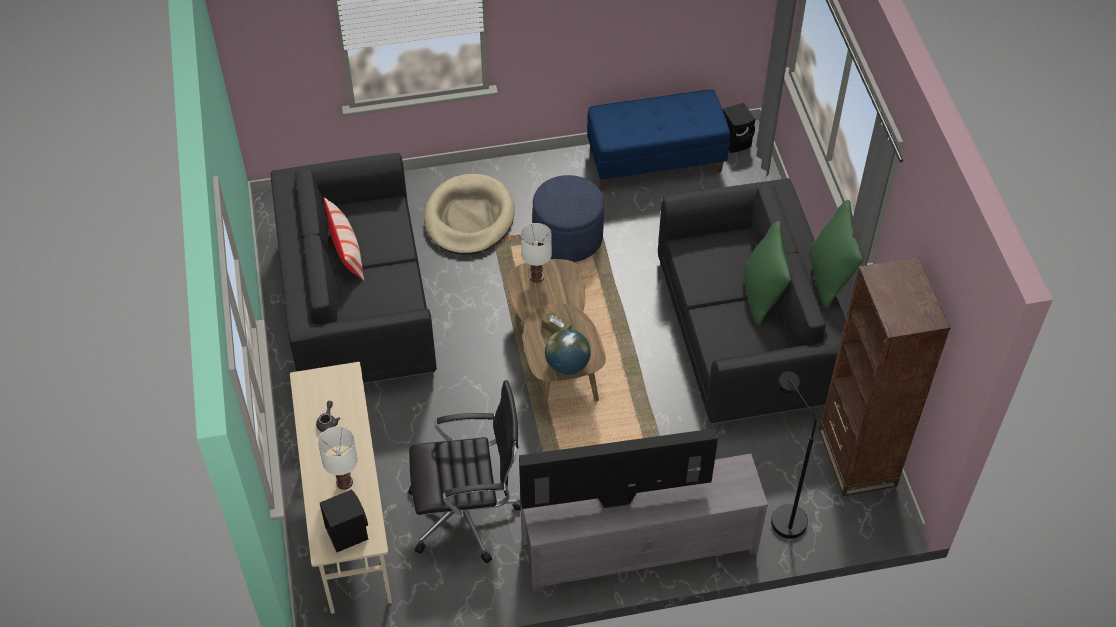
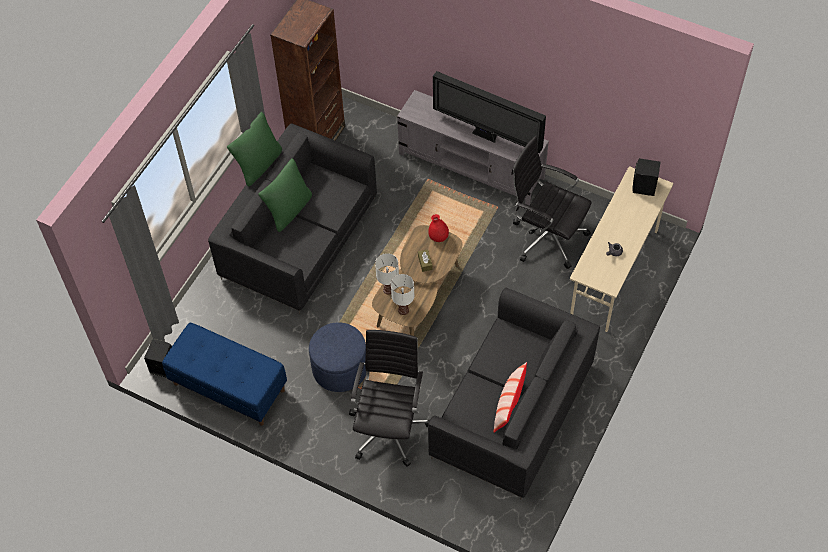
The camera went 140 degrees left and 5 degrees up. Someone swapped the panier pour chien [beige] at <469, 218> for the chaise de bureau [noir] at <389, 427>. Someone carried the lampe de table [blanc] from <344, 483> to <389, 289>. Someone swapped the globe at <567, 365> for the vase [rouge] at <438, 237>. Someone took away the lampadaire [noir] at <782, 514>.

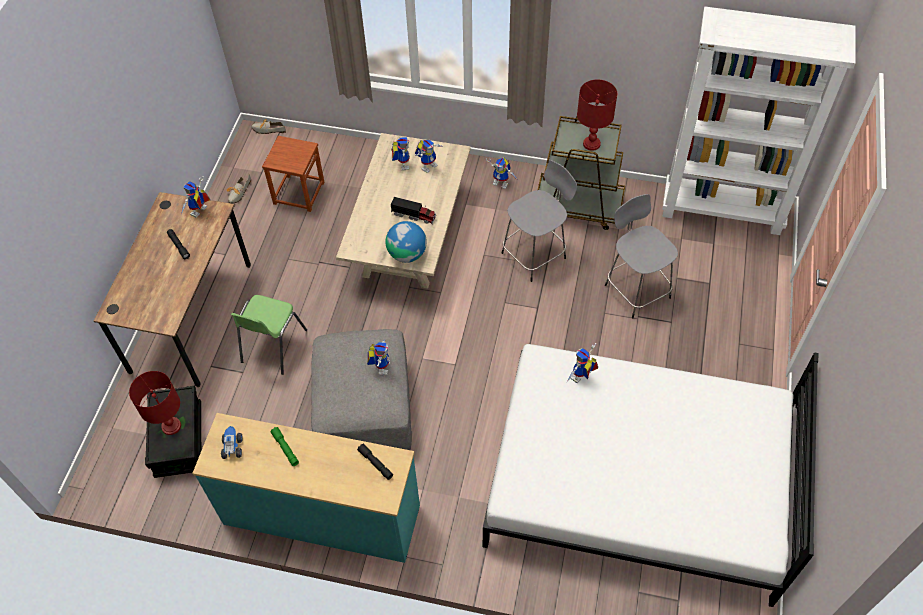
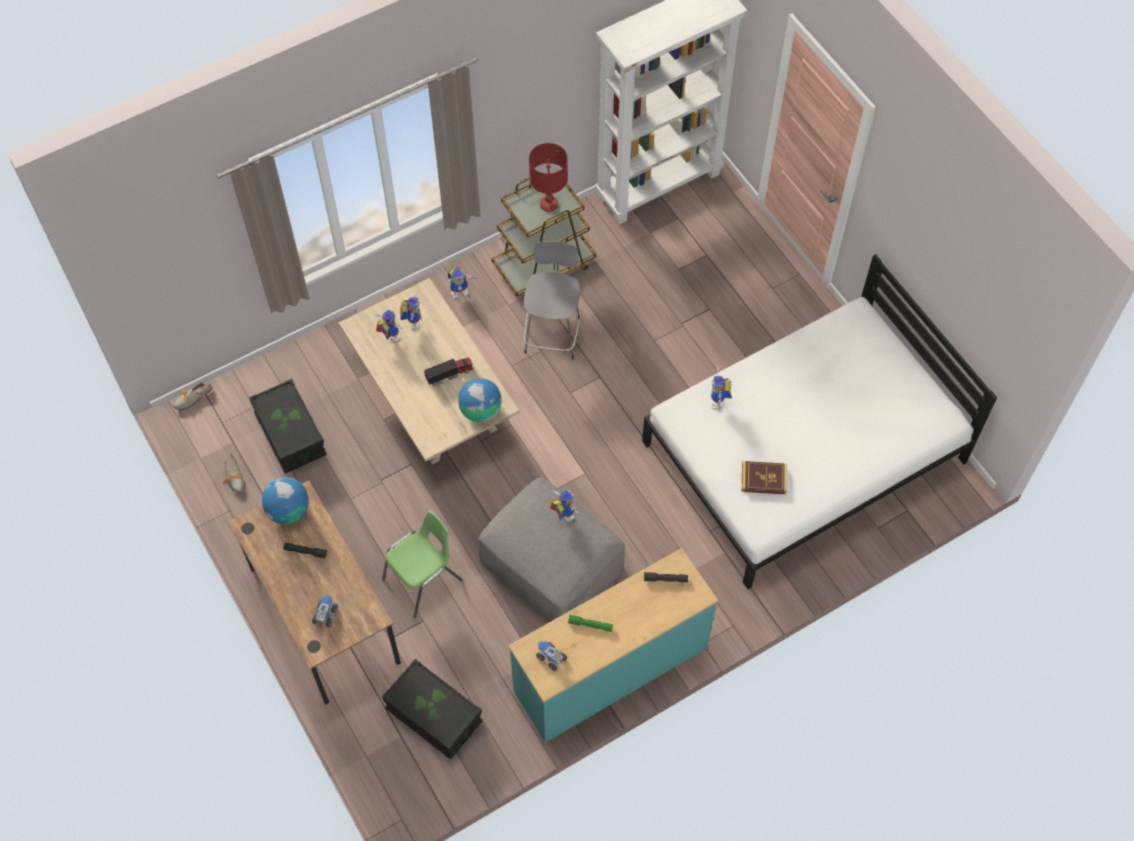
The camera went 45 degrees left and 5 degrees up. Someone swapped the tabouret [marron] at <298, 193> for the boîte de rangement [noir] at <290, 435>. Someone swapped the robot jouet at <200, 213> for the globe at <288, 510>. Someone put down the camion jouet at <325, 615>. Someone rotated the chaise [vert] at <273, 346> by 105 degrees counterclockwise. Someone put down the livre at <763, 479>. Someone took away the lampe de table [rouge] at <171, 426>. Someone took away the tabouret [gris] at <636, 289>.

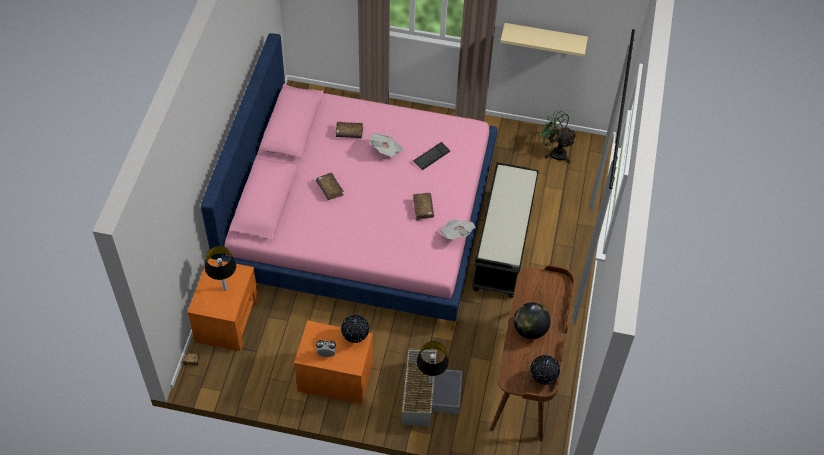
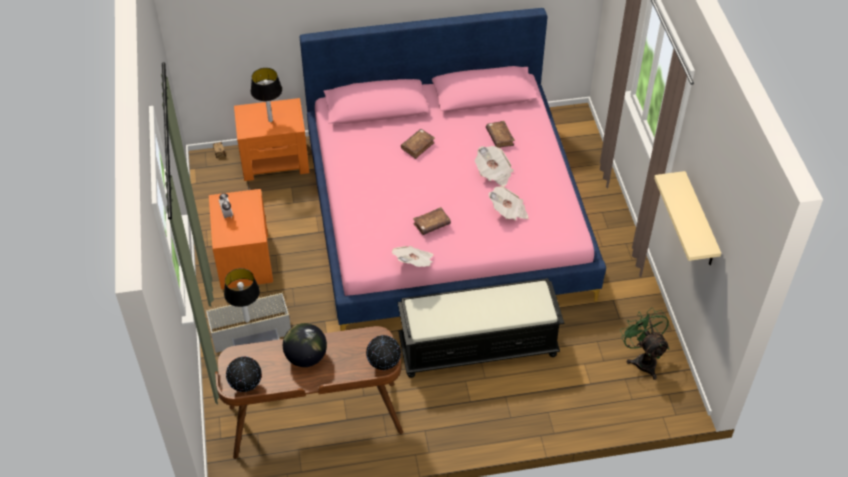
The camera went 70 degrees right and 5 degrees down. Someone carried the globe from <355, 337> to <384, 365>. Someone swapped the clavier at <431, 156> for the journal at <508, 212>. Someone rotated the ventilateur [vert] at <555, 152> by 45 degrees counterclockwise.

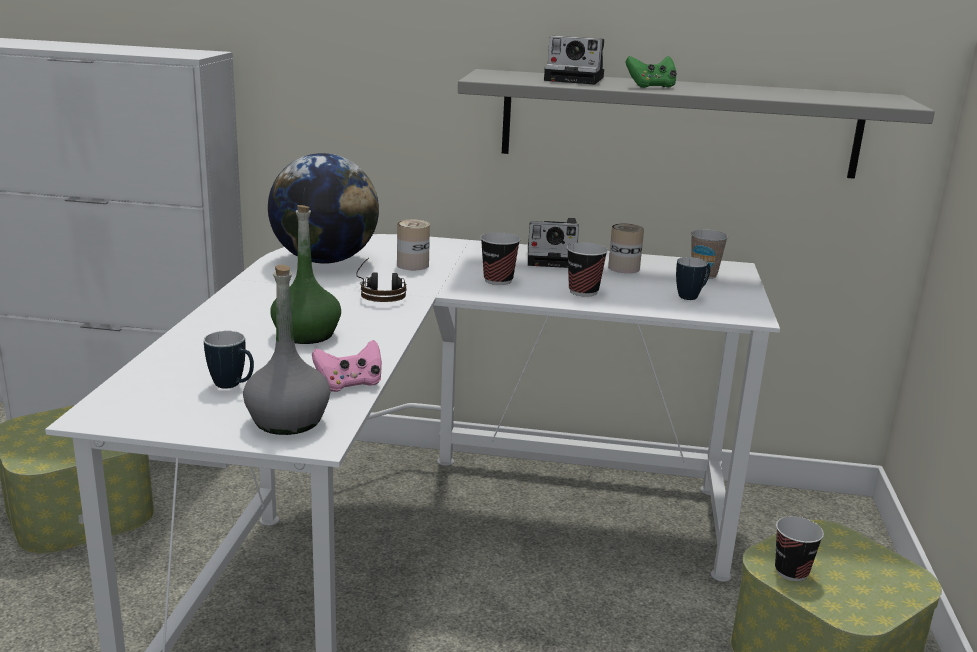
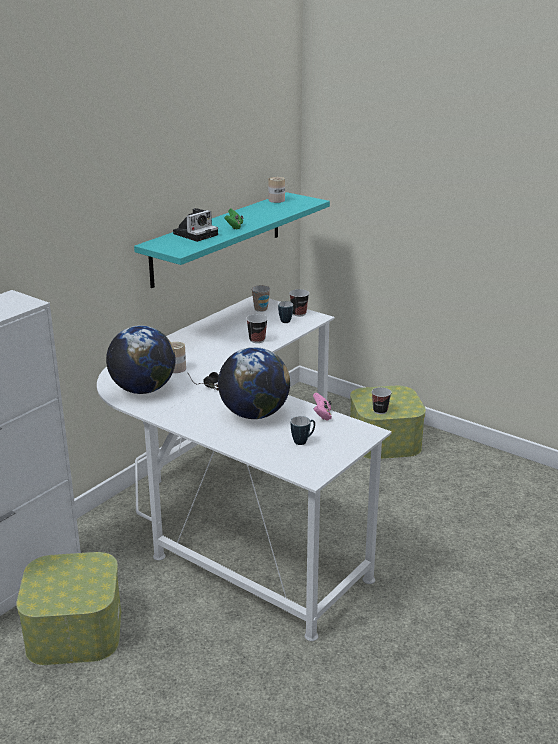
The camera went 60 degrees left and 5 degrees up. Someone repainted the étagère [gris] at <679, 124>, which became the étagère [turquoise] at <217, 238>. Someone swapped the bouteille [vert] at <306, 334> for the globe at <254, 414>. Someone carried the boîte métallique from <623, 268> to <276, 200>. Someone carried the tasse from <498, 280> to <299, 313>. Someone took away the bouteille [gris] at <288, 420>. Someone took away the appareil photo at <554, 257>.

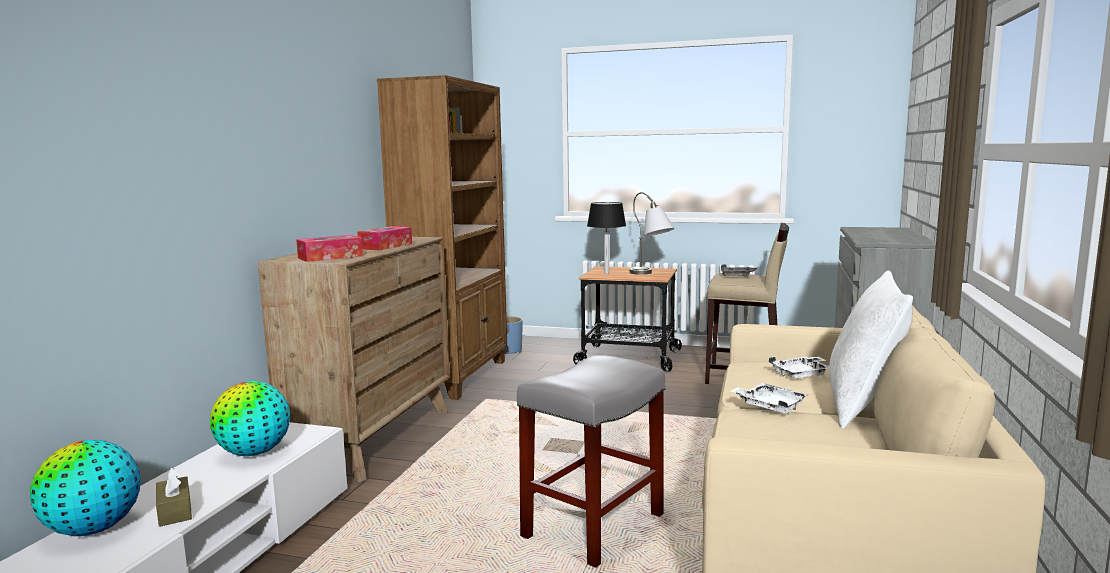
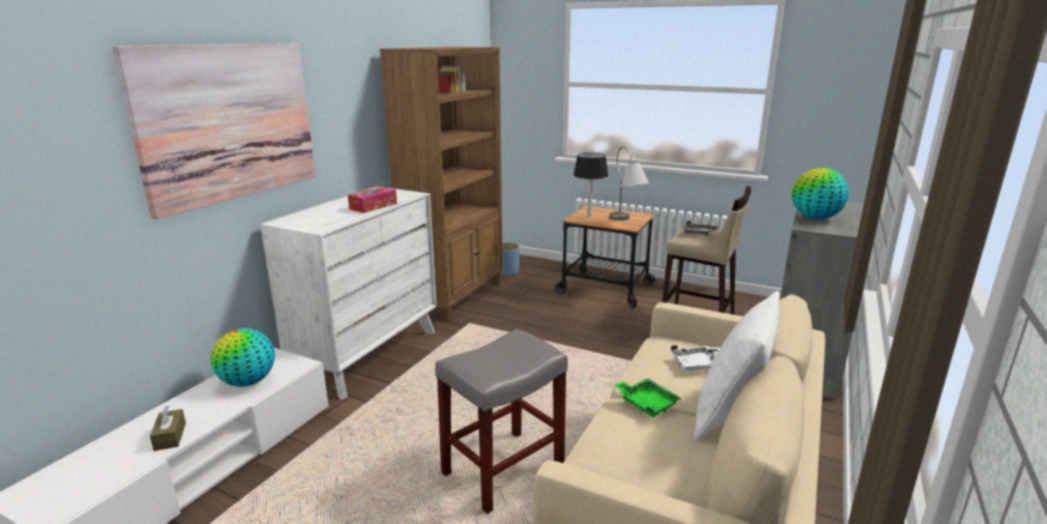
The camera went 10 degrees right and 10 degrees up. Someone put up the tableau at <229, 122>. Someone repainted the commode [marron] at <373, 437>, which became the commode [blanc] at <367, 354>. Someone repainted the plateau [blanc] at <770, 406>, which became the plateau [vert] at <646, 403>. Someone carried the globe from <93, 530> to <815, 218>. Someone took away the boîte à mouchoirs at <330, 257>.

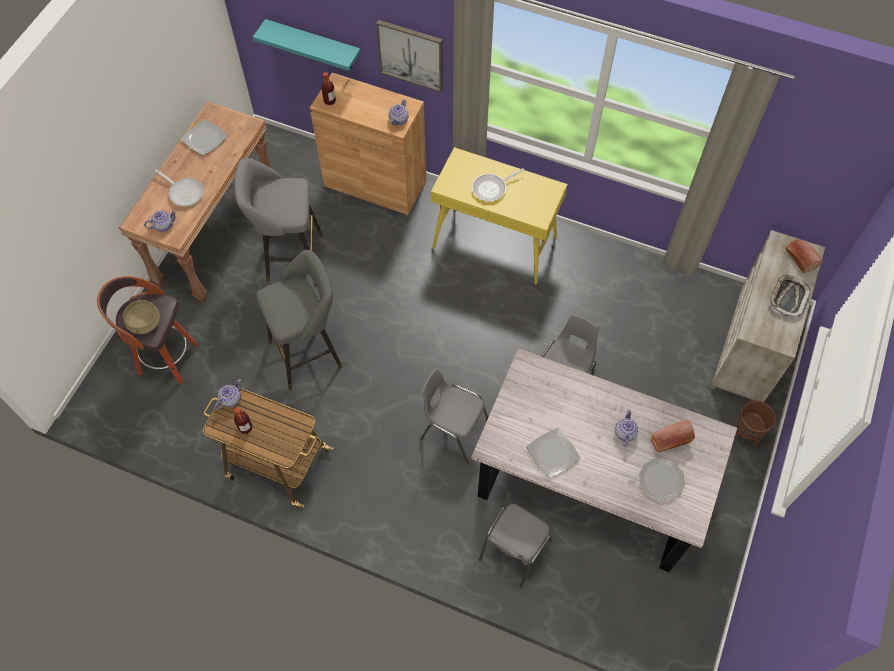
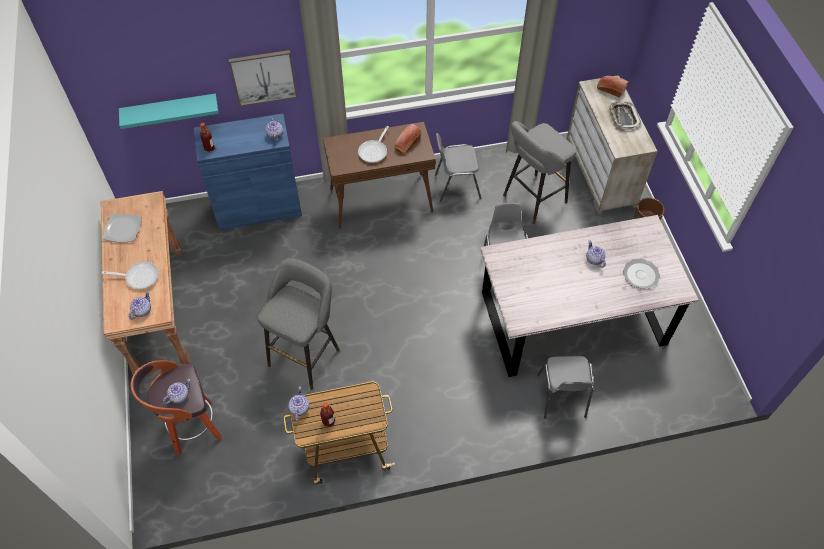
The camera went 35 degrees left and 5 degrees down. Someone swapped the marmite [beige] at <144, 322> for the théière at <179, 396>. Someone repainted the meuble de rangement [marron] at <375, 183>, which became the meuble de rangement [bleu] at <258, 207>. Someone repainted the table console [jaune] at <495, 243>, which became the table console [marron] at <381, 200>. Someone carried the pain from <669, 440> to <406, 144>. Someone carried the chaise [gris] from <453, 430> to <456, 186>. Someone carried the tabouret [gris] from <290, 258> to <532, 200>. Someone took away the assiette at <553, 453>.

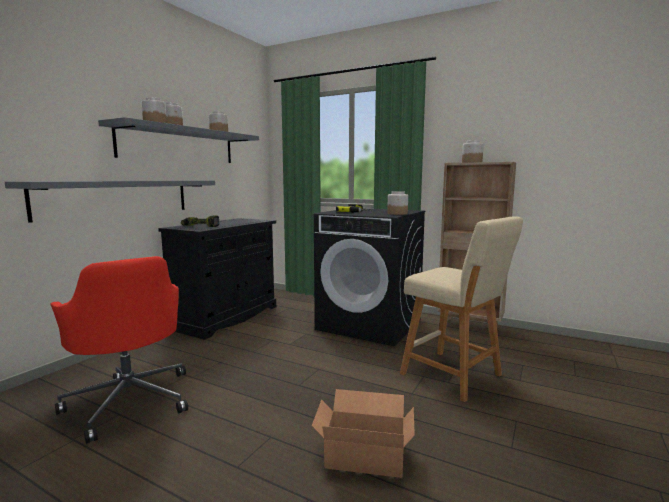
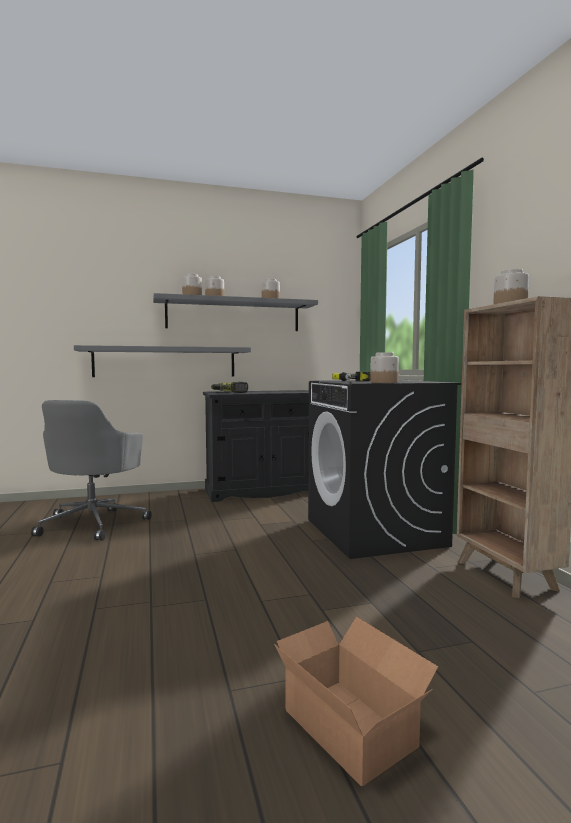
The camera went 45 degrees right and 5 degrees down. Someone repainted the chaise de bureau [rouge] at <130, 400>, which became the chaise de bureau [gris] at <94, 523>. Someone carried the carton from <363, 453> to <350, 723>. Someone took away the tabouret [beige] at <455, 376>.

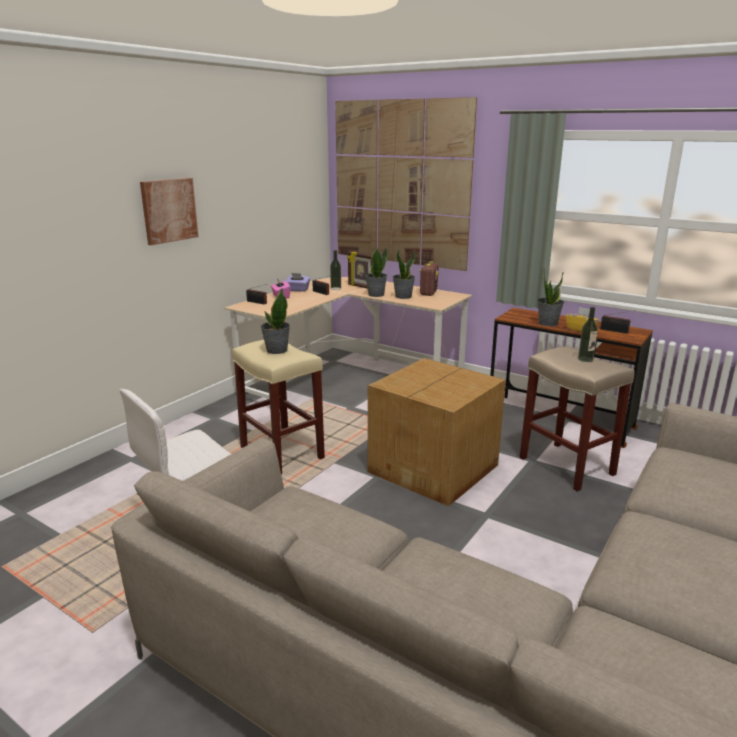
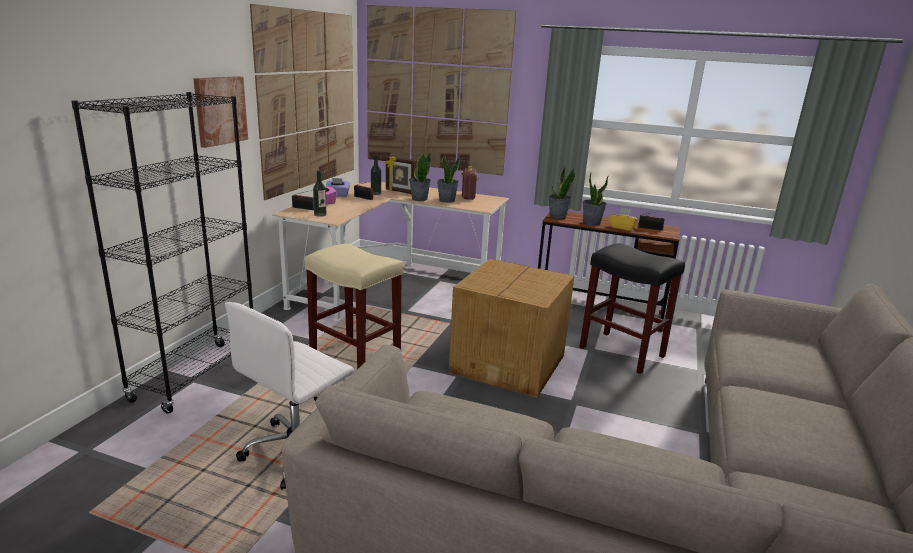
The camera went 15 degrees left and 0 degrees up. Someone put down the bibliothèque [noir] at <196, 376>. Someone put up the tableau at <309, 101>. Someone carried the bouteille from <585, 359> to <320, 214>. Someone carried the plante en pot from <276, 350> to <557, 217>. Someone repainted the tabouret [beige] at <565, 465>, which became the tabouret [noir] at <620, 352>.

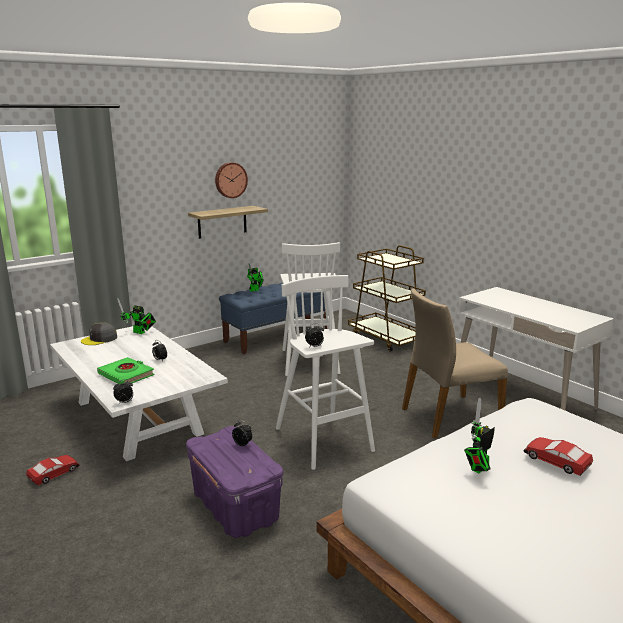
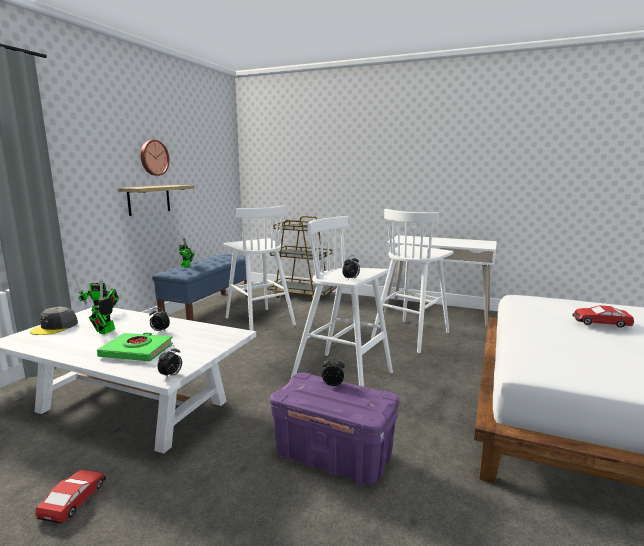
The camera went 30 degrees left and 5 degrees down. Someone carried the robot jouet from <478, 469> to <105, 332>. Someone swapped the chaise [beige] at <449, 416> for the tabouret [blanc] at <411, 335>.

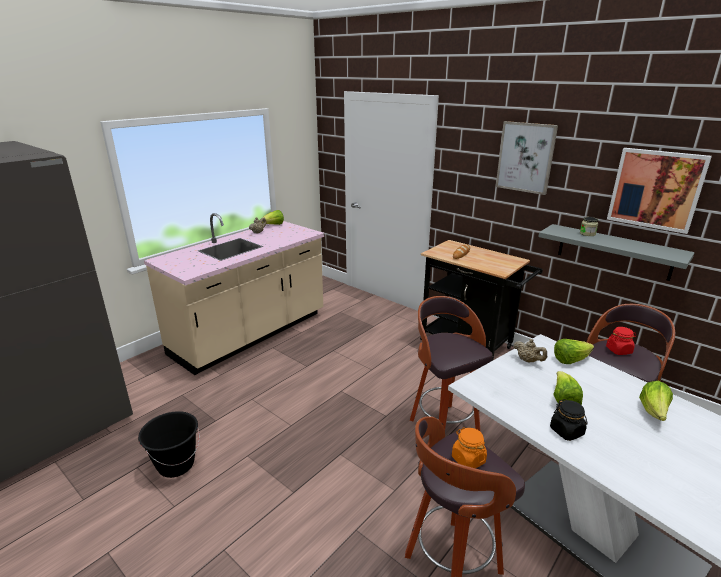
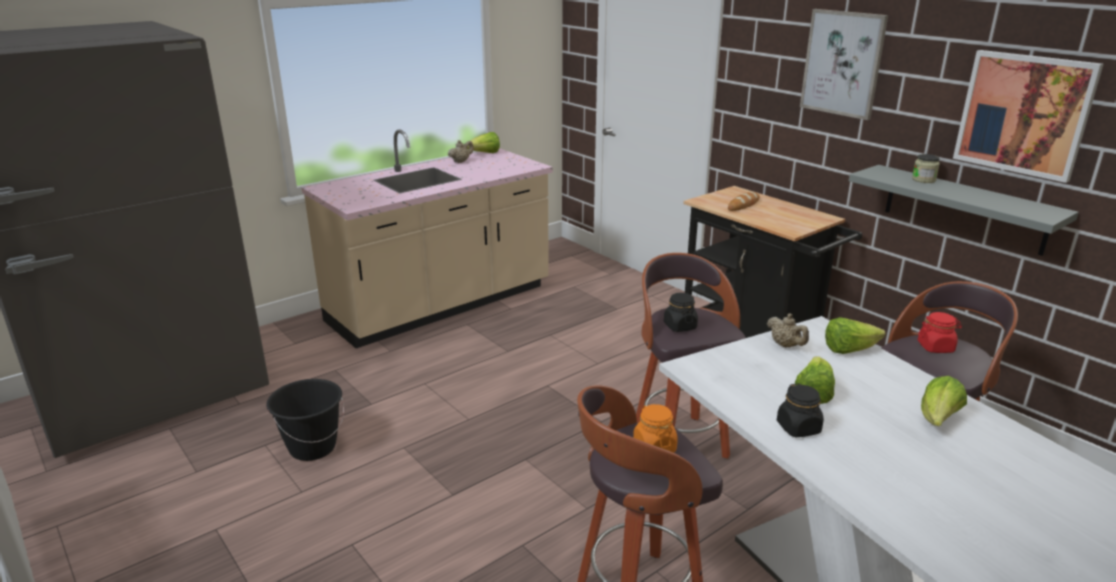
The camera went 10 degrees right and 0 degrees up. Someone put down the bocal [noir] at <679, 326>.

